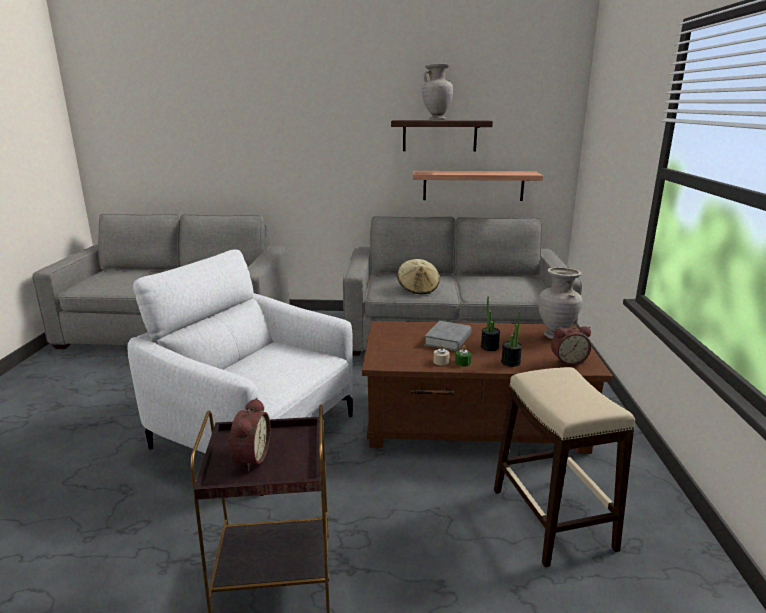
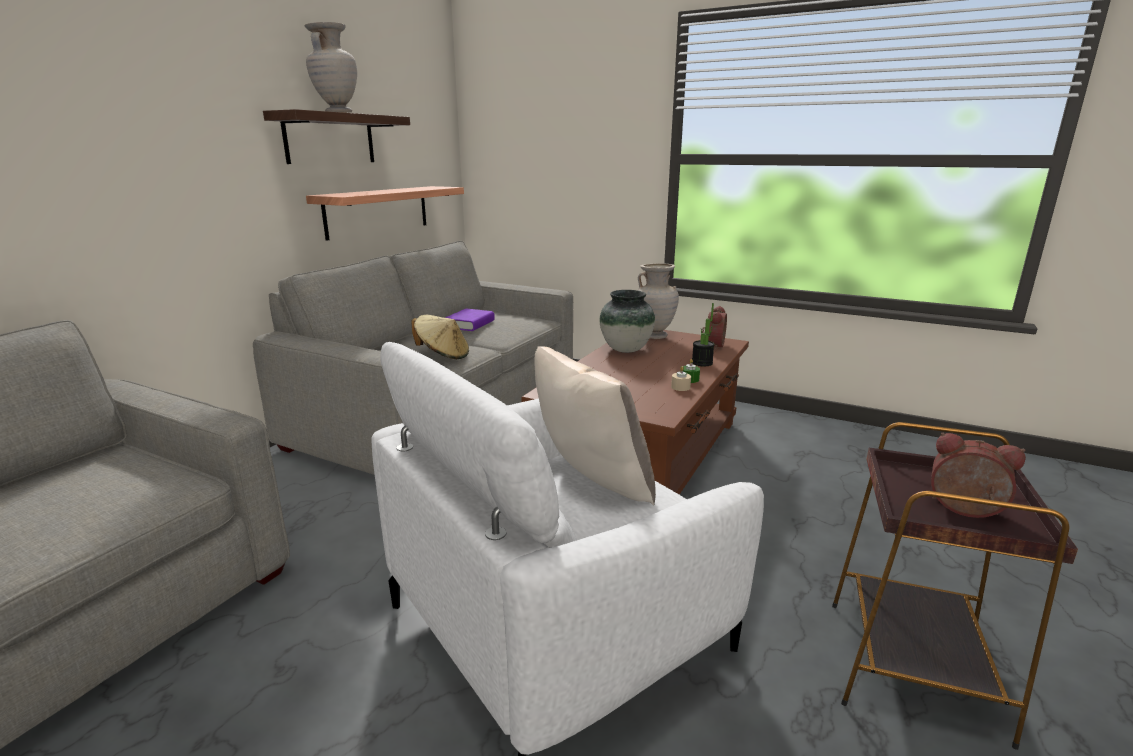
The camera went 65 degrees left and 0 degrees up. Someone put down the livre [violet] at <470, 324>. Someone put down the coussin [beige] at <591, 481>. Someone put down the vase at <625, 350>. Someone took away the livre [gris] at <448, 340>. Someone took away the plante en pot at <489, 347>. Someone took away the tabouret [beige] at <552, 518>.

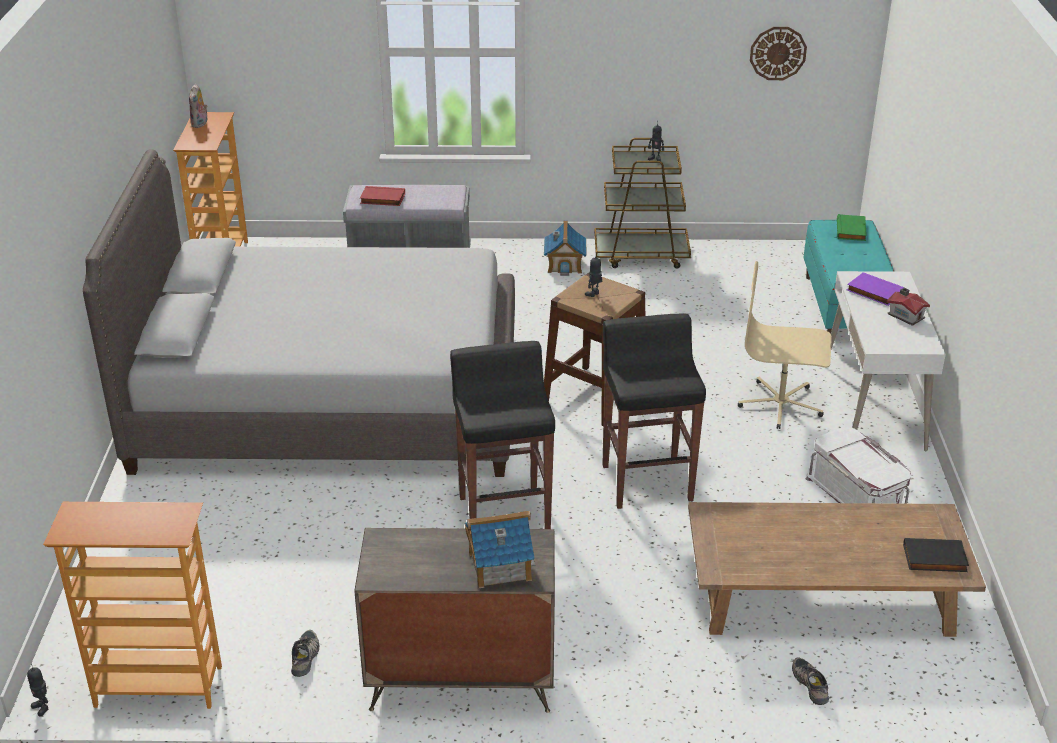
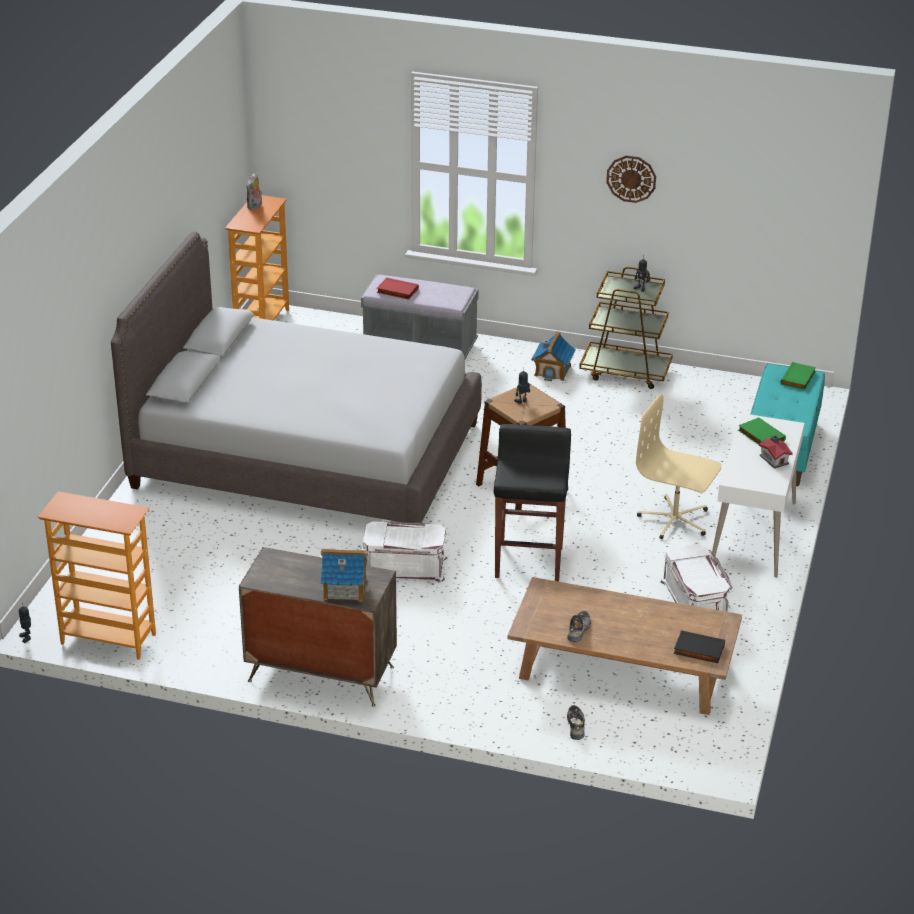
The camera went 15 degrees right and 0 degrees up. Someone swapped the tabouret [noir] at <504, 513> for the boîte de rangement [blanc] at <405, 566>. Someone carried the chaussure from <306, 657> to <579, 629>. Someone carried the horloge murale from <778, 53> to <631, 178>. Someone repainted the livre [violet] at <873, 292>, which became the livre [vert] at <760, 436>.

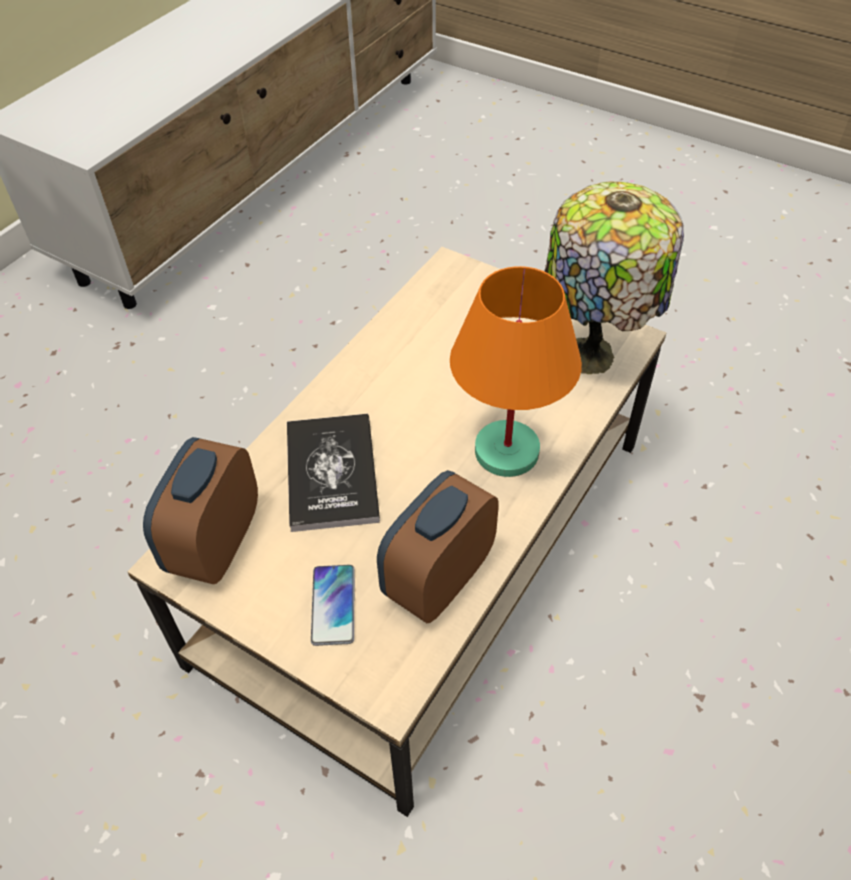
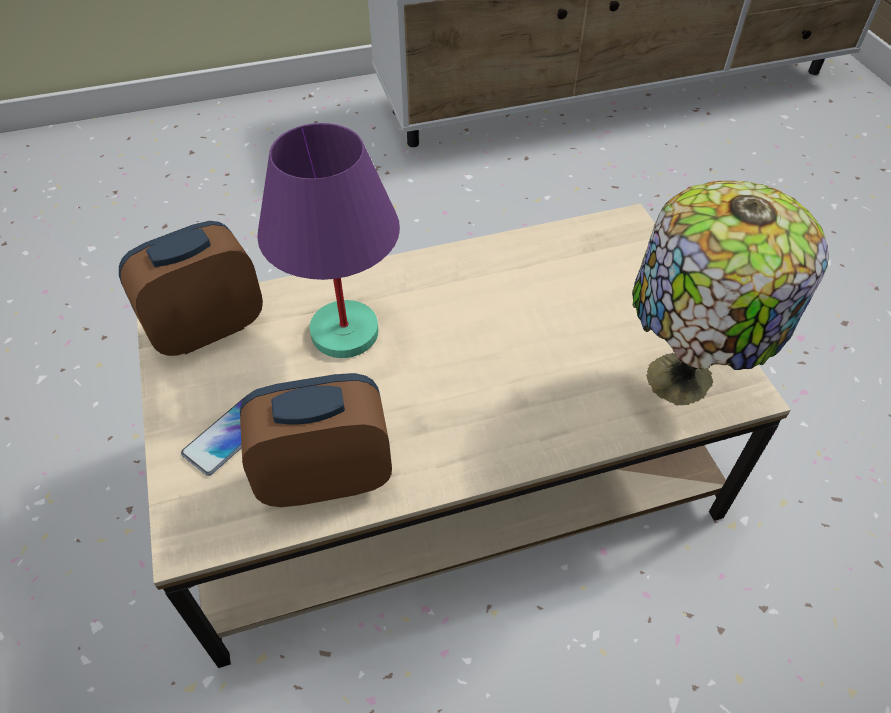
The camera went 40 degrees right and 0 degrees up. Someone swapped the livre at <332, 473> for the lampe de table [violet] at <343, 332>. Someone took away the lampe de table [orange] at <507, 452>.

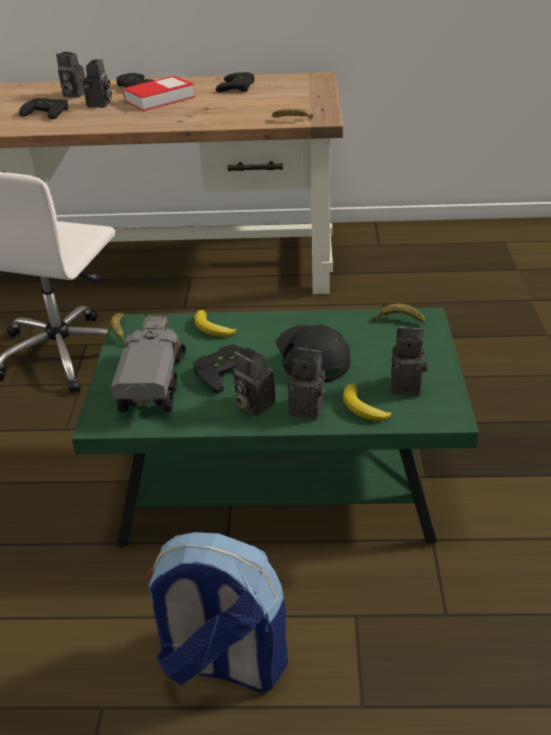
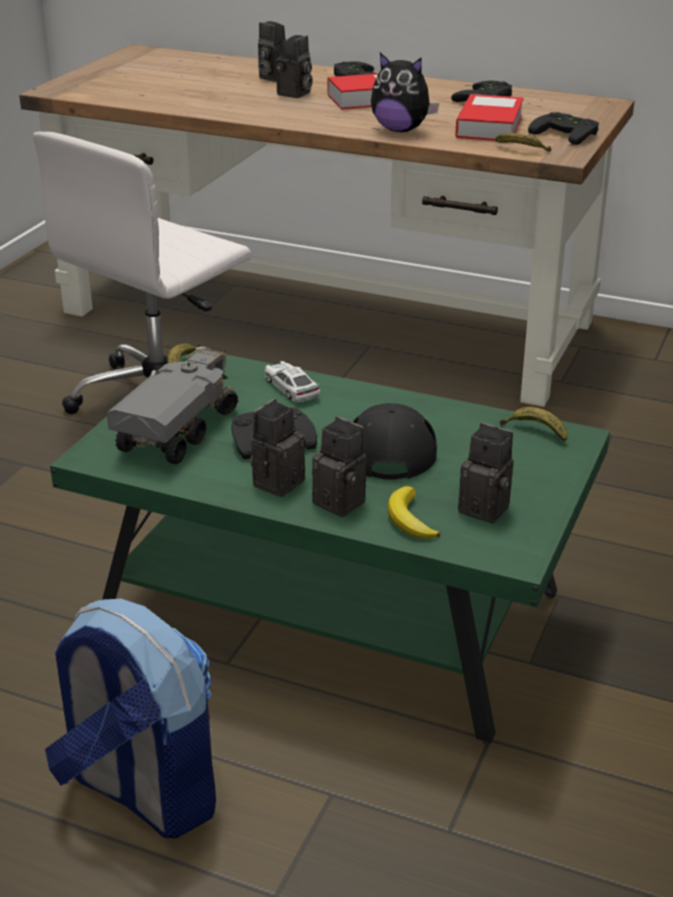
The camera went 20 degrees right and 5 degrees down. Someone rotated the appareil photo at <252, 404> by 60 degrees clockwise. Someone swapped the banane at <212, 328> for the petite voiture at <291, 387>. Someone put down the peluche at <401, 130>. Someone put down the livre at <489, 126>. Someone carried the manette [noir] from <48, 111> to <567, 133>.

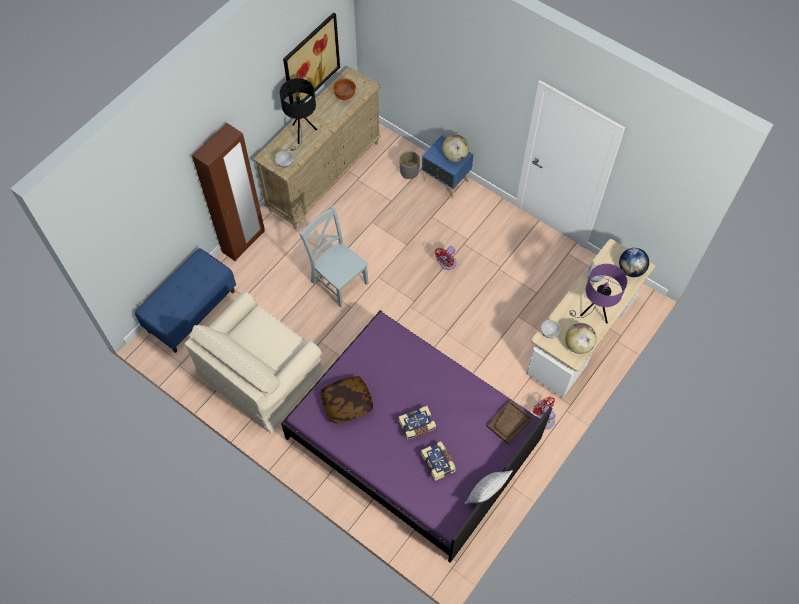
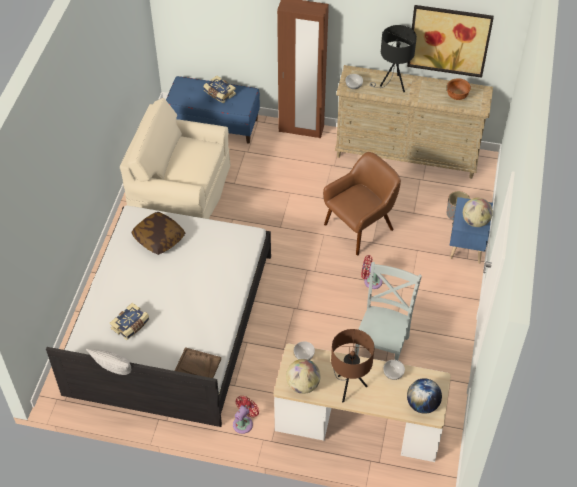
The camera went 65 degrees right and 10 degrees down. Someone repainted the lit [violet] at <413, 438>, which became the lit [blanc] at <171, 323>. Someone carried the livre from <417, 425> to <219, 94>. Someone put down the fauteuil [marron] at <360, 227>. Someone repainted the lampe de table [violet] at <593, 313>, which became the lampe de table [marron] at <348, 386>. Someone carried the chaise [gris] from <338, 280> to <382, 347>.

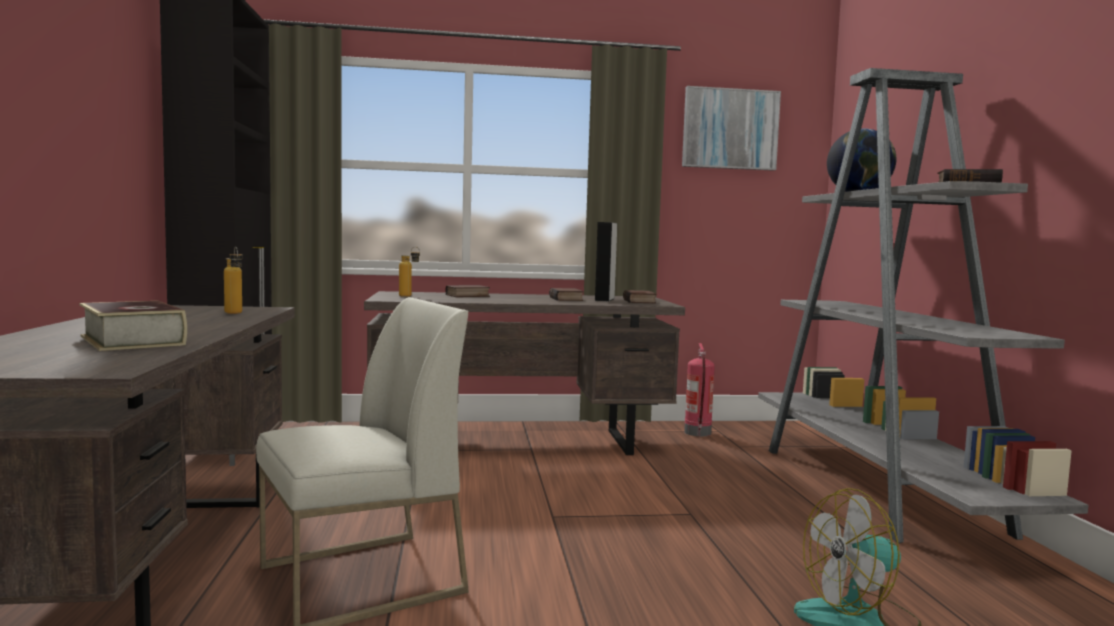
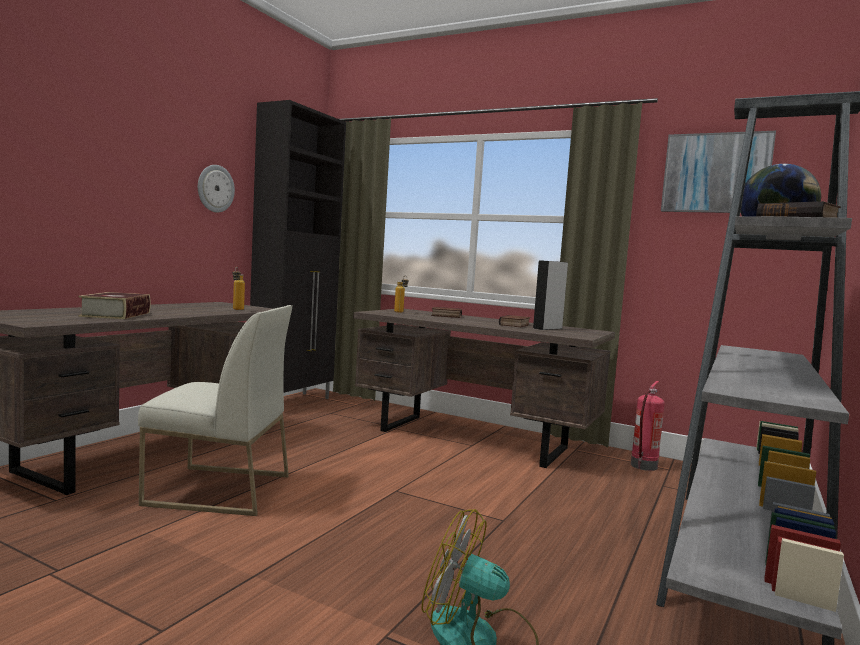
The camera went 35 degrees right and 0 degrees up. Someone put up the horloge murale at <215, 188>. Someone took away the livre at <640, 301>.

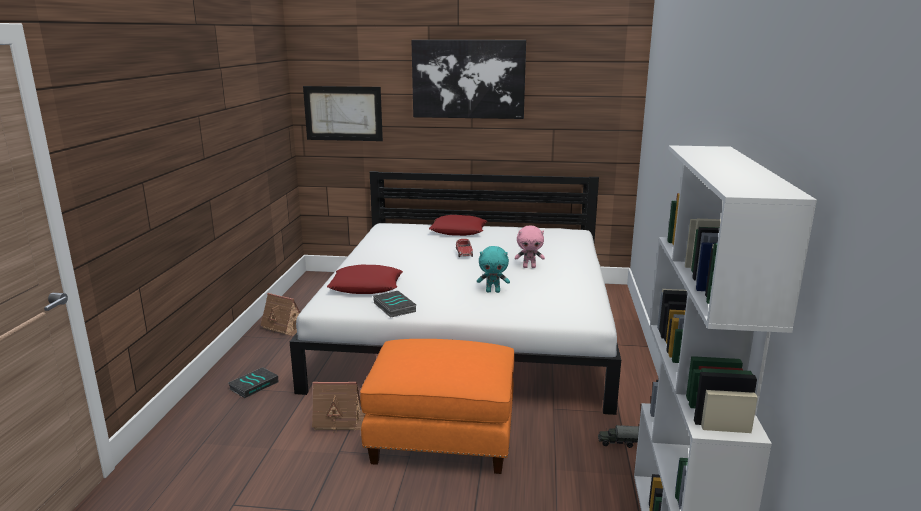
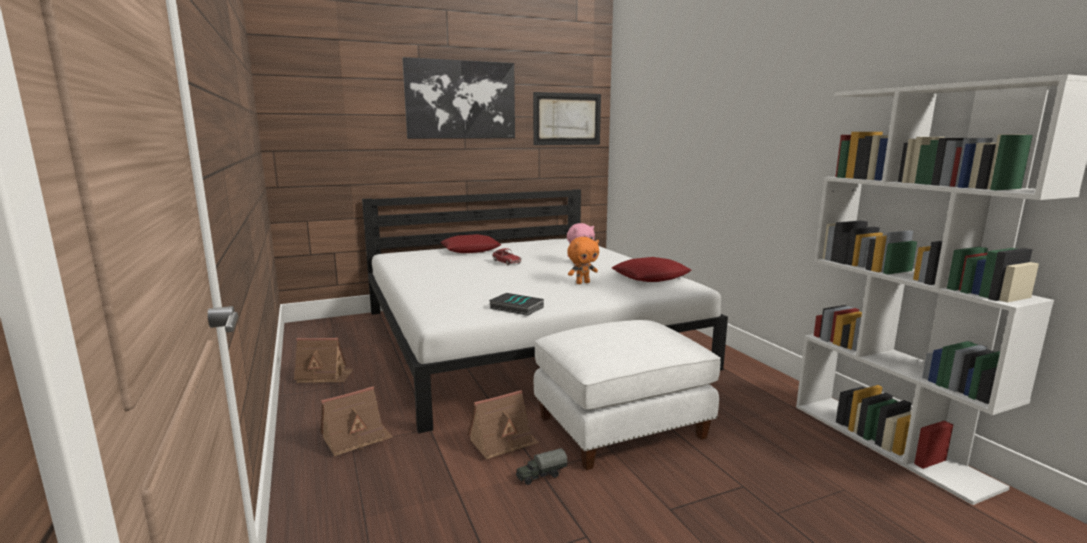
The camera went 30 degrees left and 5 degrees down. Someone swapped the livre at <254, 385> for the maison miniature at <356, 438>. Someone carried the camion jouet from <618, 443> to <541, 475>. Someone carried the tableau from <343, 113> to <567, 119>. Someone repainted the pouf [orange] at <443, 438>, which became the pouf [blanc] at <620, 426>. Someone repainted the peluche [turquoise] at <493, 291>, which became the peluche [orange] at <582, 283>. Someone carried the coussin [rouge] from <366, 286> to <651, 276>.

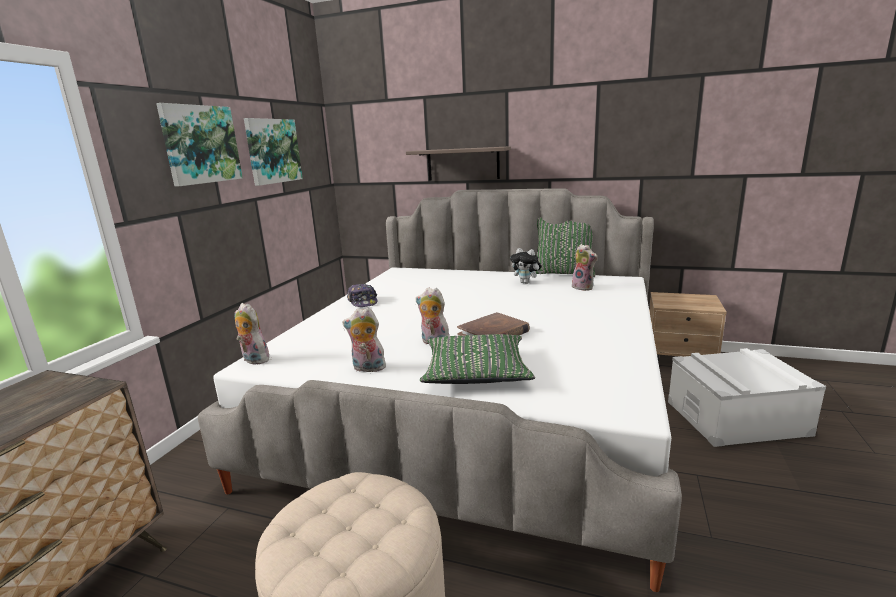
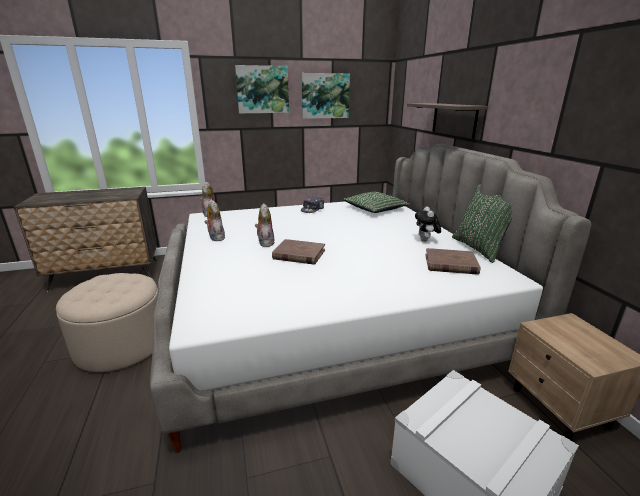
The camera went 55 degrees right and 5 degrees up. Someone carried the coussin [vert] from <476, 371> to <375, 208>. Someone swapped the peluche at <584, 287> for the livre [marron] at <450, 264>.

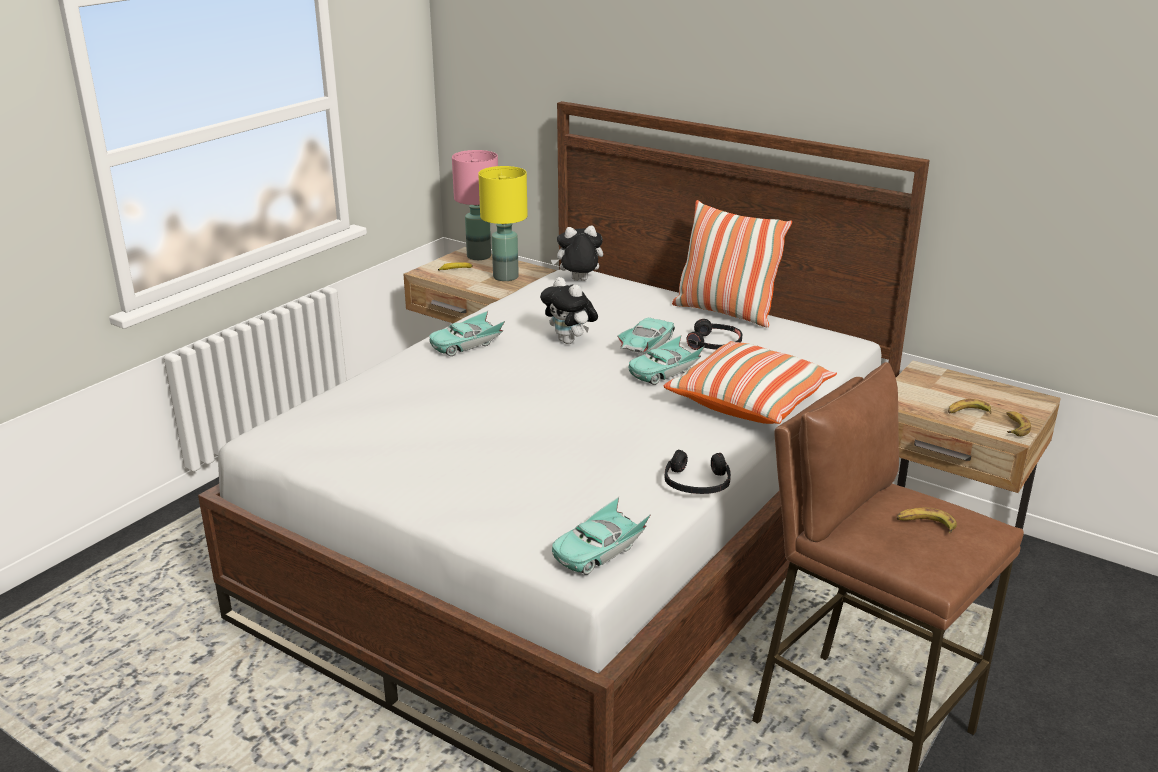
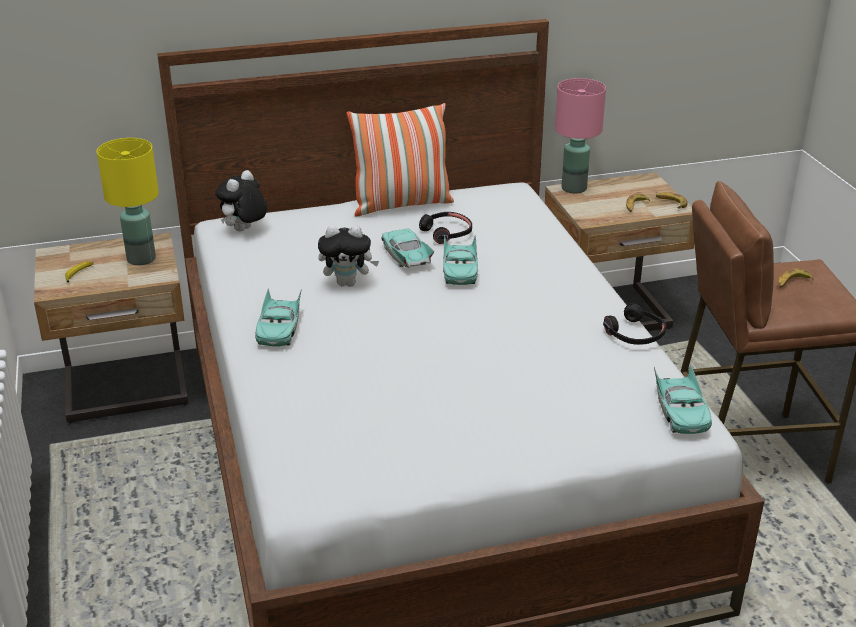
The camera went 50 degrees left and 5 degrees up. Someone carried the lampe de table [rose] from <478, 256> to <573, 188>. Someone took away the coussin at <749, 401>.

